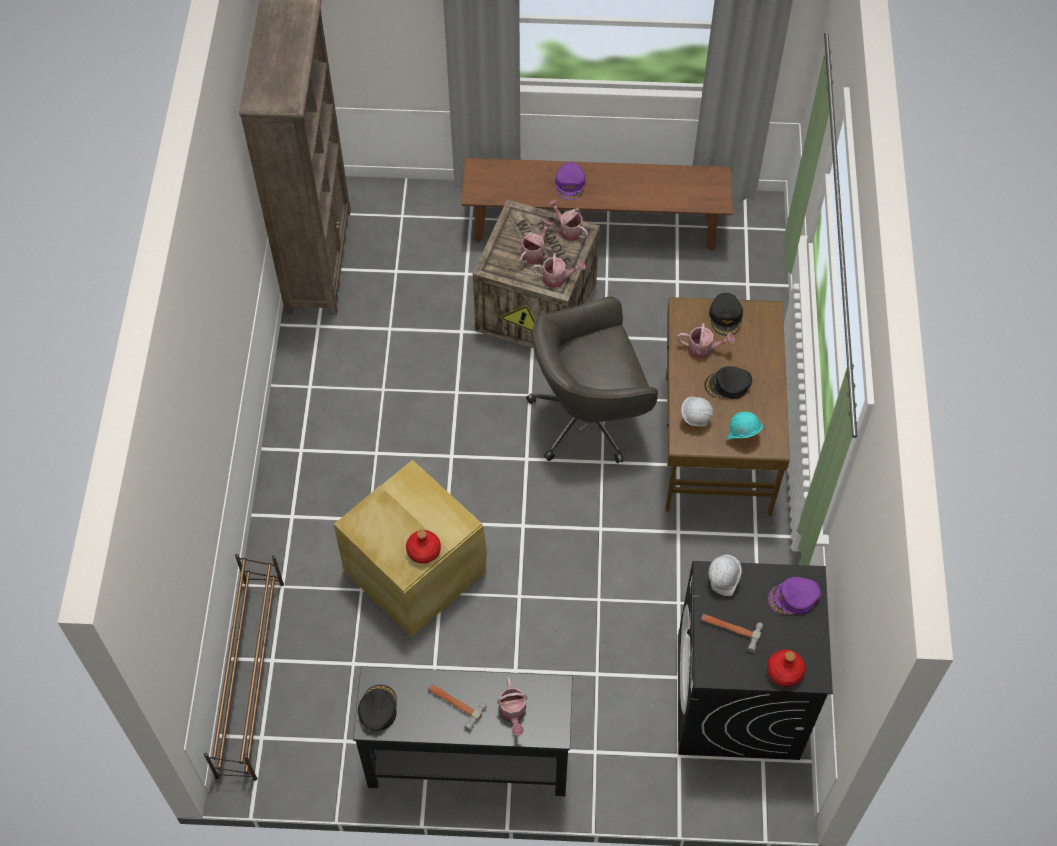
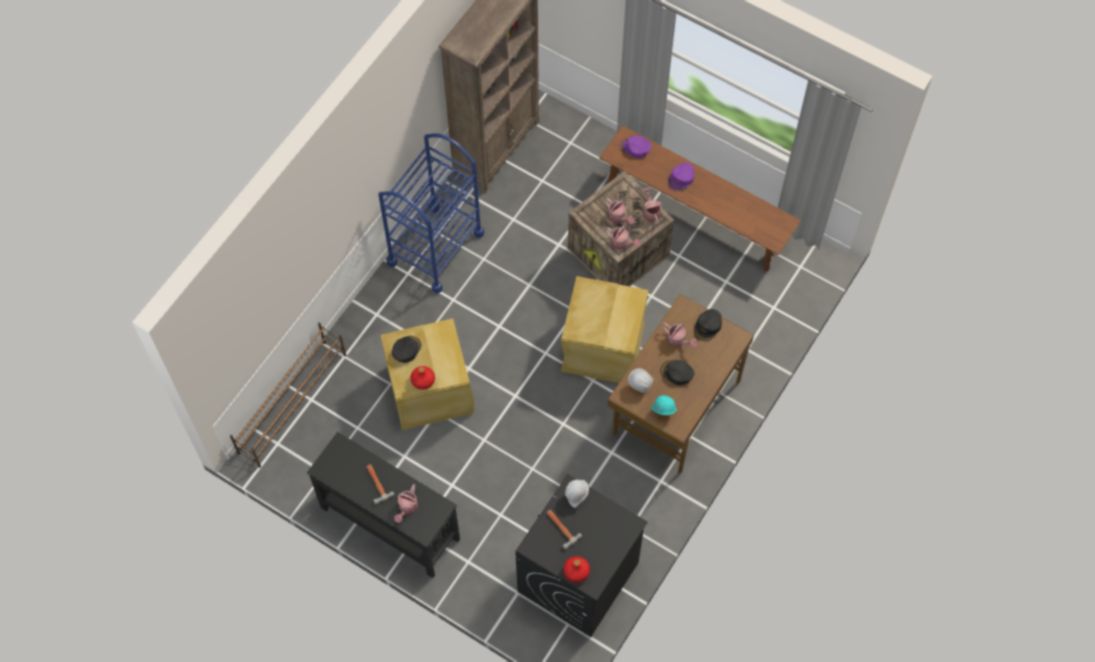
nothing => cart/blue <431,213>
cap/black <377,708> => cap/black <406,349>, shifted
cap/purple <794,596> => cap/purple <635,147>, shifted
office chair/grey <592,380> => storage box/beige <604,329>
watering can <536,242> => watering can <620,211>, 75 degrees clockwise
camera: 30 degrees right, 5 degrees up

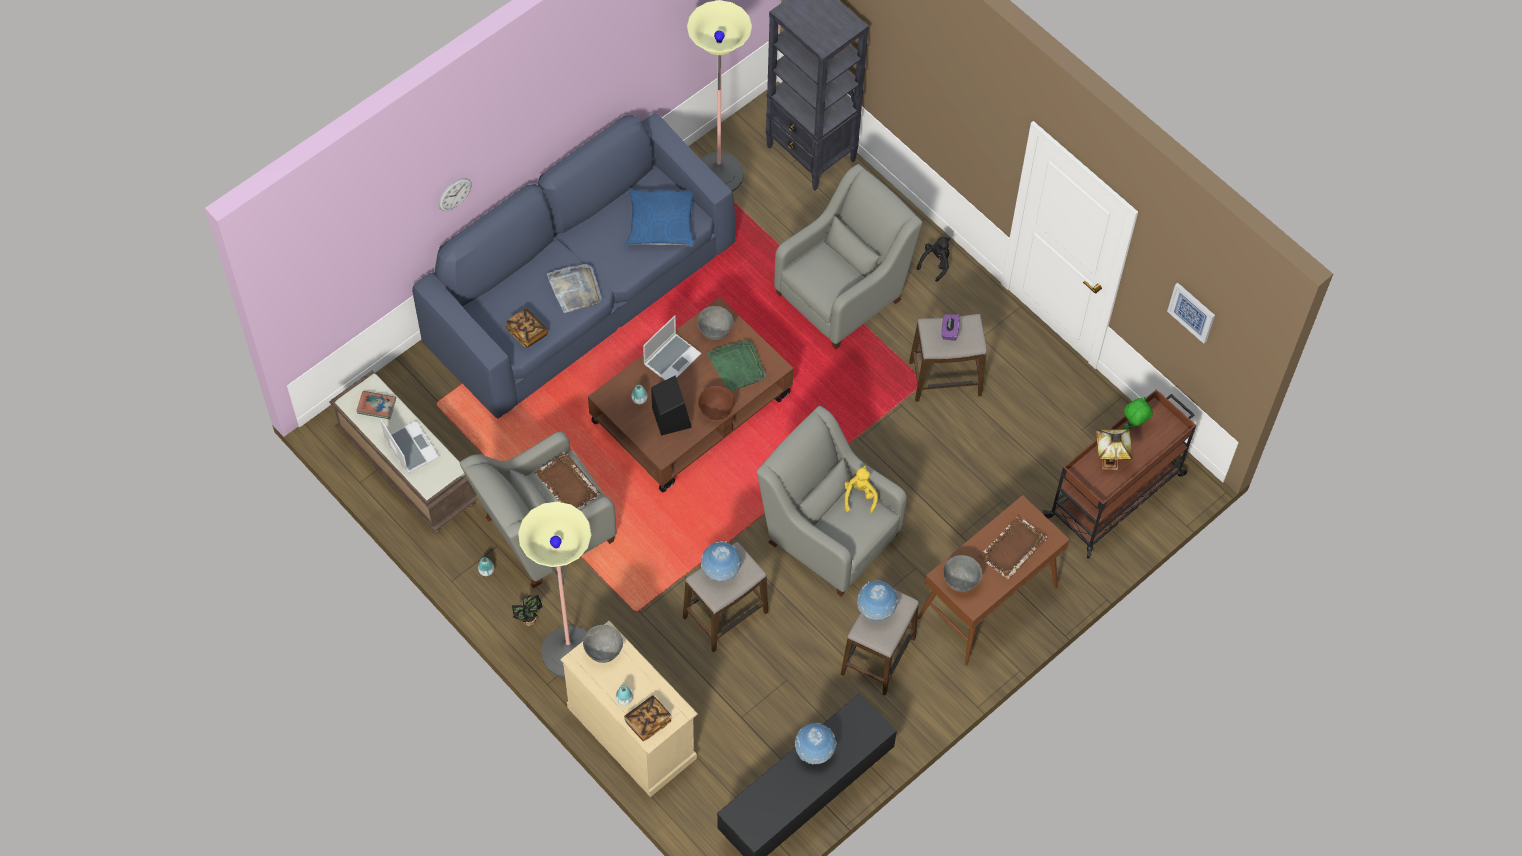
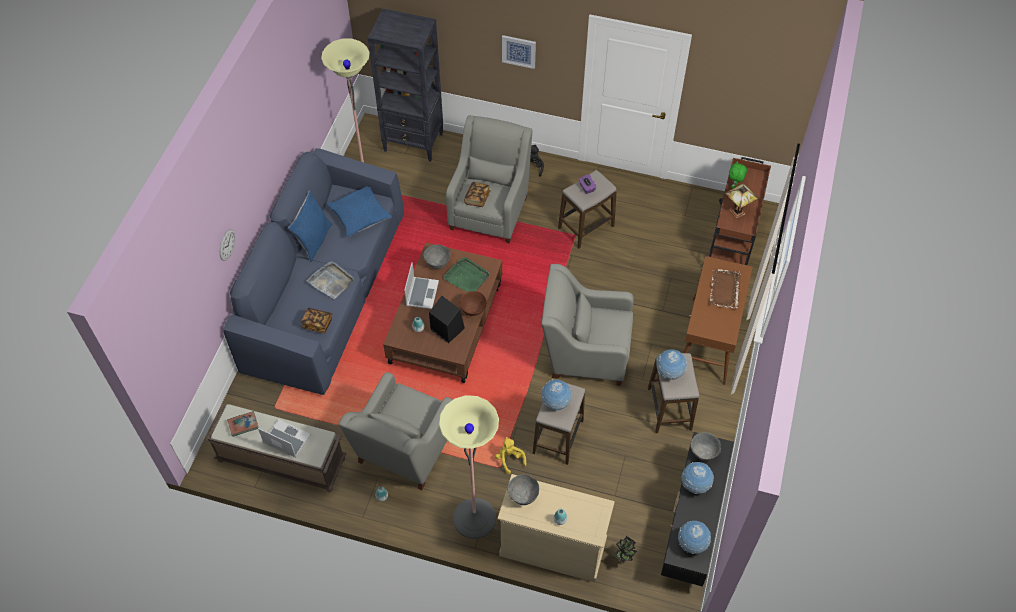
tray/brown <568,480> => nothing
nothing => pillow/blue <310,226>
nothing => globe <694,537>
potted plant <527,610> => potted plant <625,549>, shifted
book <647,718> => book <477,194>, shifted
plush toy/yellow <861,490> => plush toy/yellow <510,455>, shifted
bowl/grey <962,573> => bowl/grey <706,446>, shifted
picture <1191,313> => picture <519,52>, shifted
camera: 30 degrees left, 5 degrees down

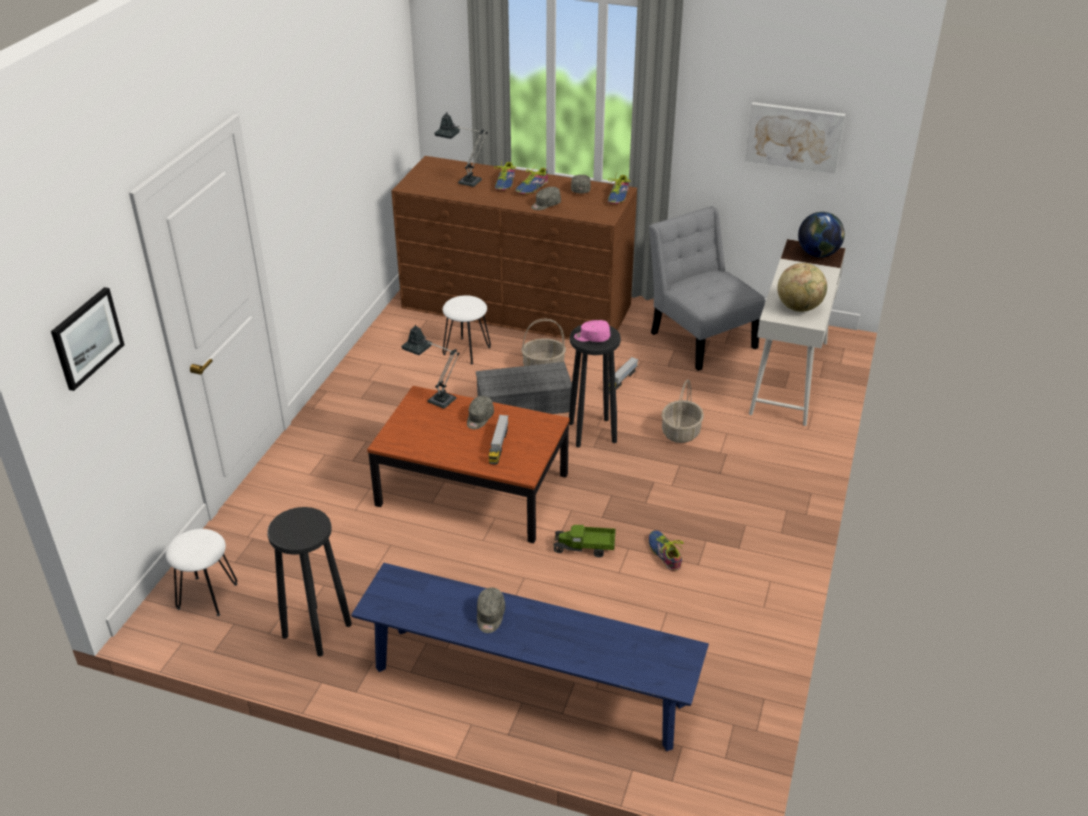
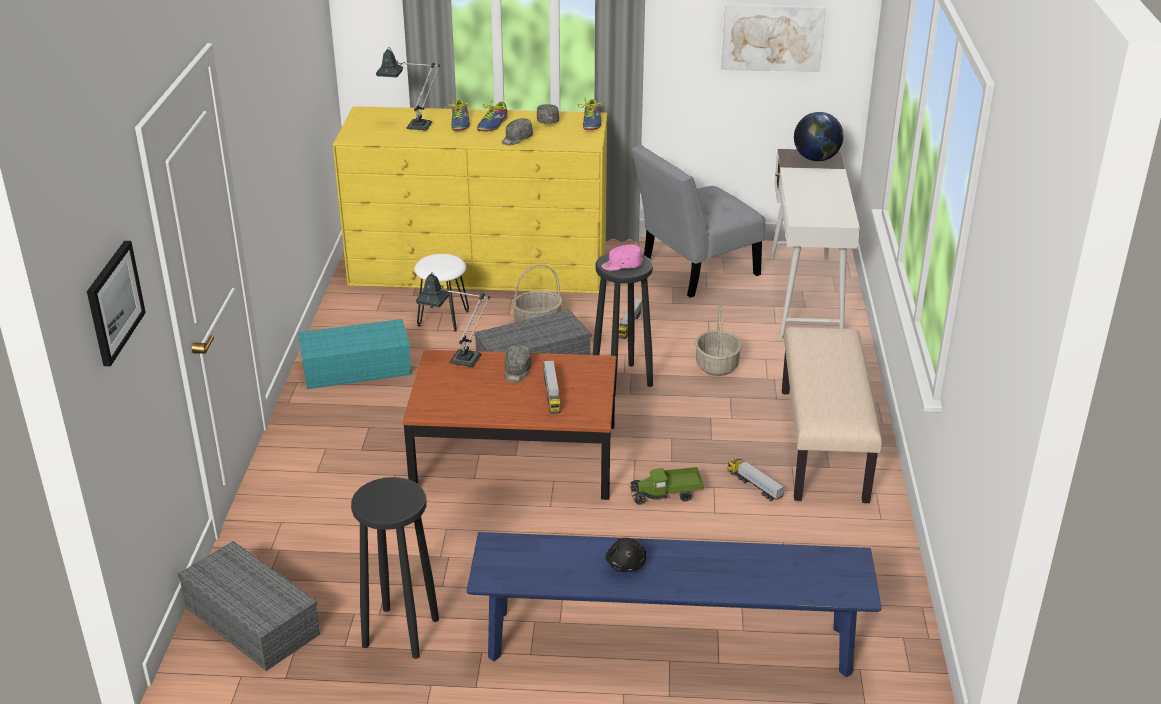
globe <802,287> => nothing
nothing => storage box/turquoise <354,354>
nothing => bench/beige <832,415>
stool/white <202,572> => storage box/grey <249,606>
cap/grey <491,610> => plush toy/black <625,555>
shoe <666,550> => toy truck <756,479>
dresser/brown <514,248> => dresser/yellow <470,199>
chair/grey <707,288> => chair/grey <698,221>, 75 degrees counterclockwise
camera: 15 degrees left, 5 degrees down

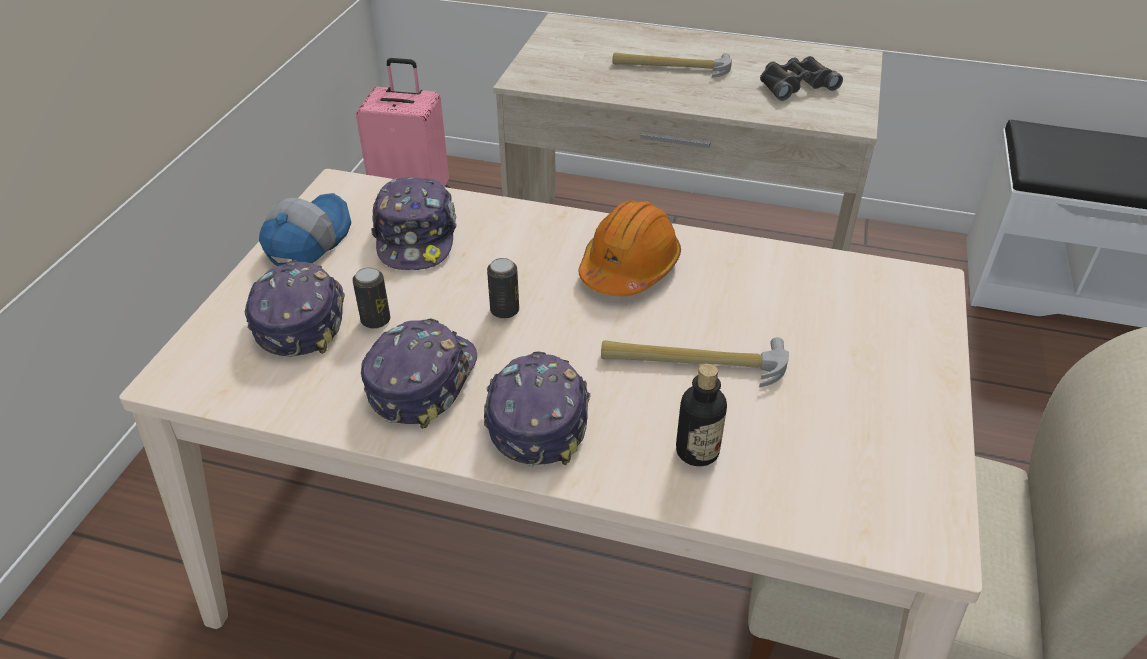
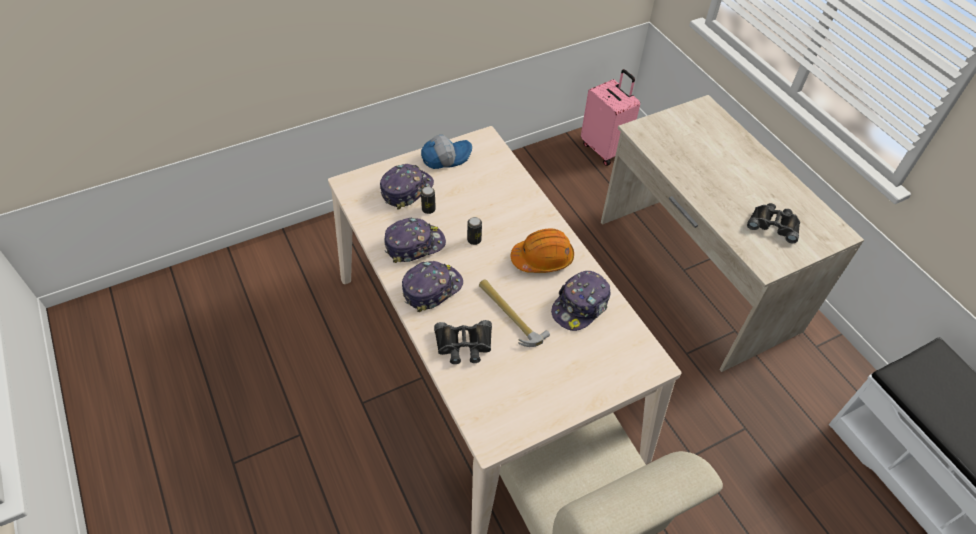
hammer <672,65> => nothing
cap <413,223> => cap <581,301>, shifted
bottle <701,414> => binoculars/black <463,342>
camera: 45 degrees right, 10 degrees up

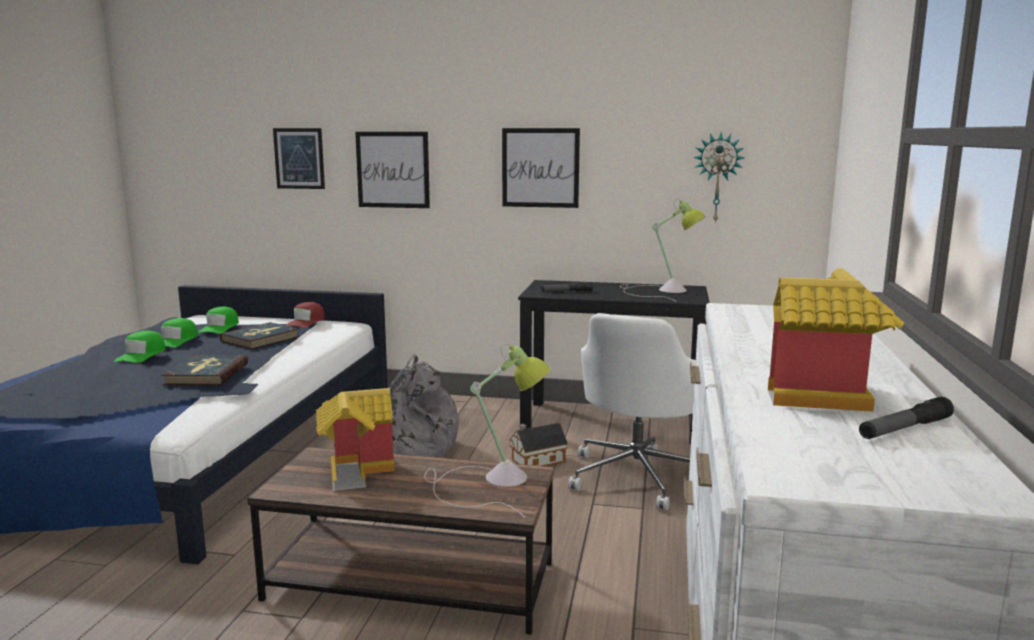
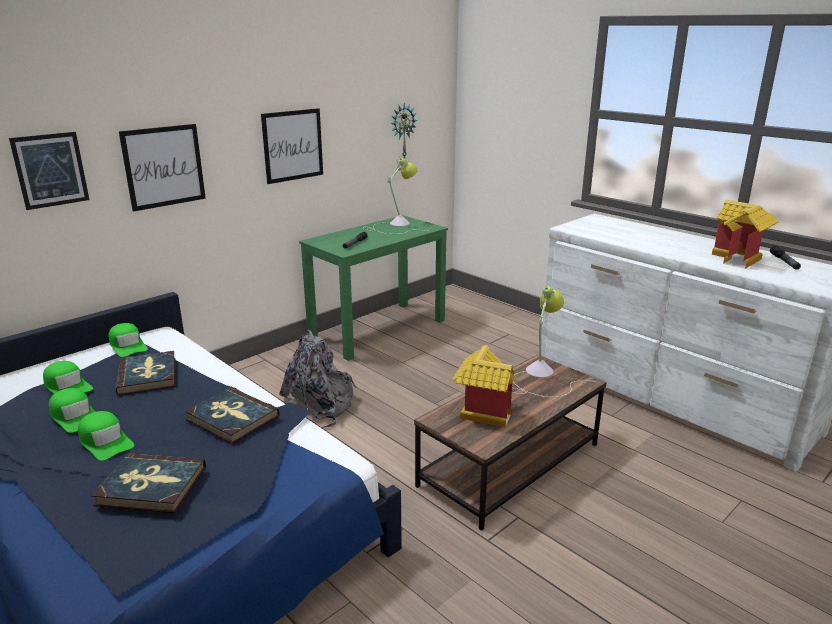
toy house <538,444> => nothing
office chair/white <632,412> => nothing
nothing => book <148,483>
cap/red <305,315> => cap/green <128,340>
desk/black <614,362> => desk/green <373,288>
camera: 55 degrees left, 10 degrees up

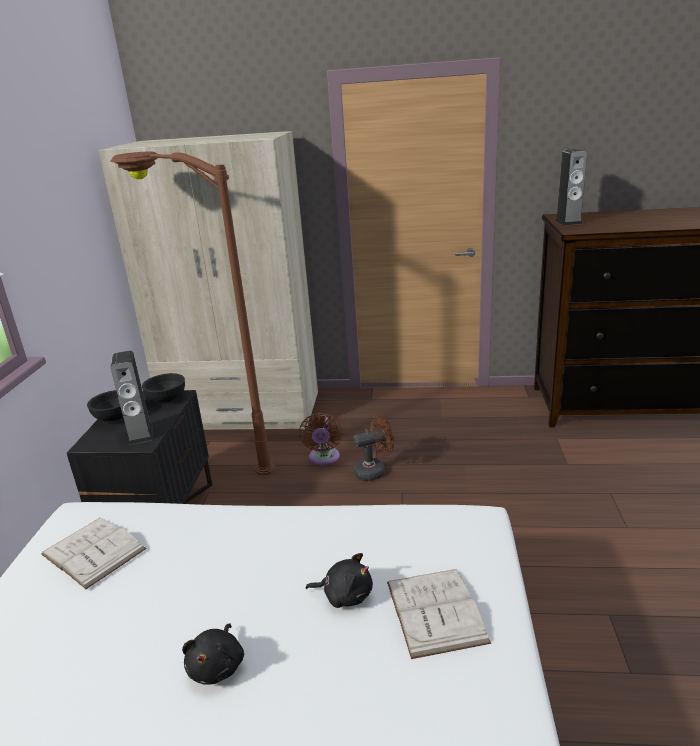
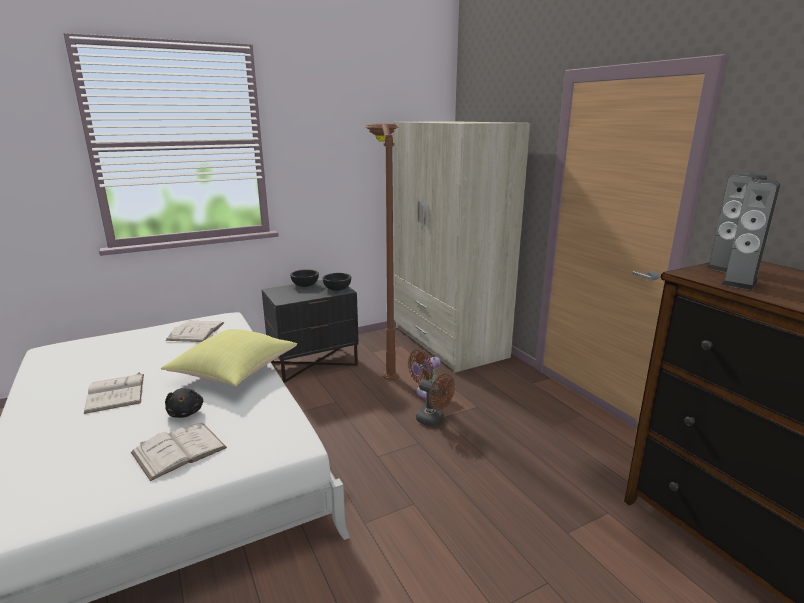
nothing => pillow/yellow <229,358>
speaker <131,398> => speaker <751,234>, shifted
plush toy/black <213,654> => book/white <114,393>
camera: 55 degrees right, 5 degrees down

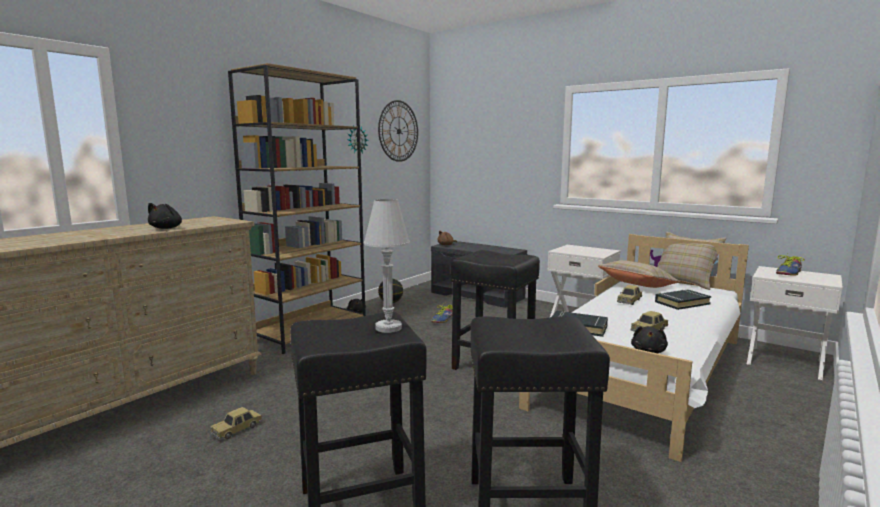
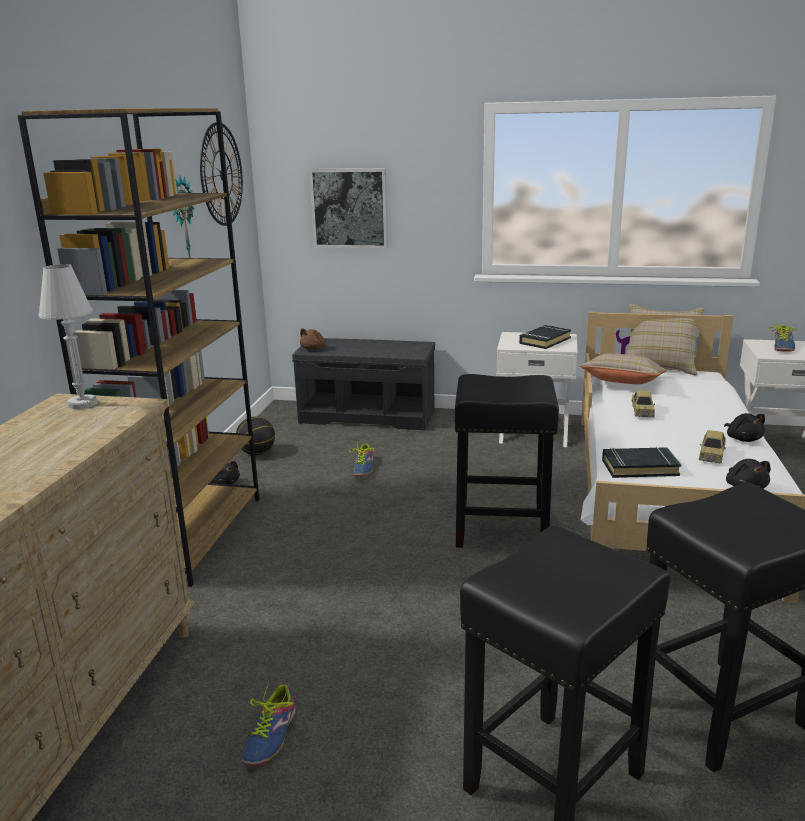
nothing => picture <348,208>
plush toy/black <165,216> => plush toy/black <744,427>, shifted
table lamp/white <387,266> => table lamp/white <68,336>, shifted
book/black <683,300> => book/black <545,337>, shifted
toy car <236,423> => shoe <269,725>
camera: 25 degrees left, 10 degrees up

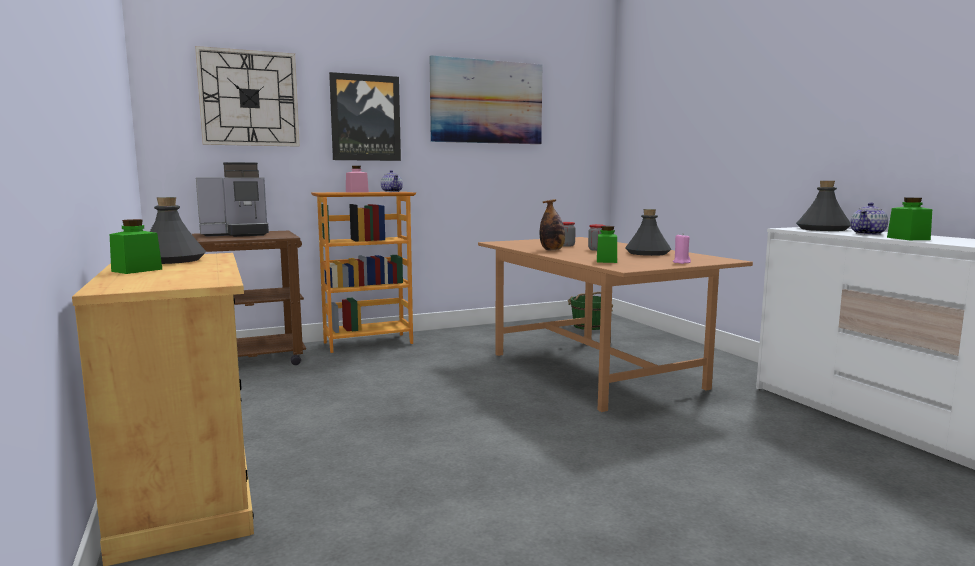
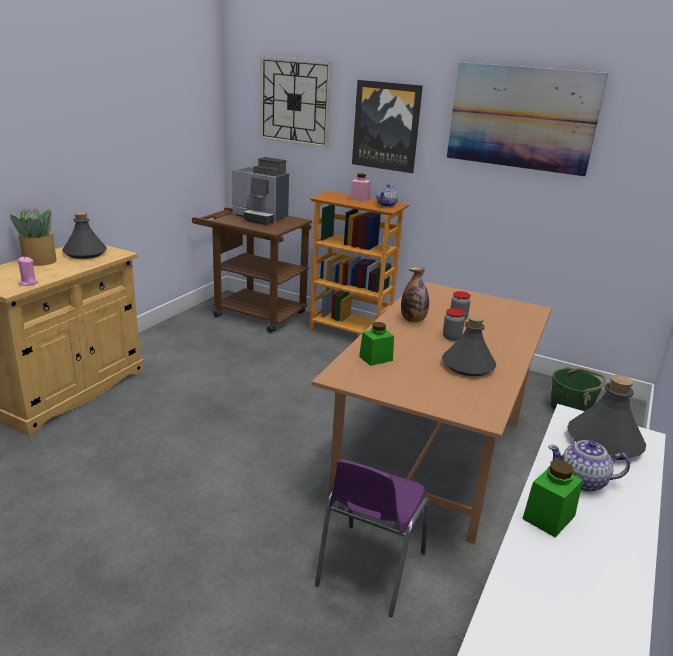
nothing => chair/purple <372,538>
candle/pink <682,249> => candle/pink <28,271>, shifted
jar/green <136,246> => potted plant <33,237>
camera: 50 degrees right, 15 degrees up

